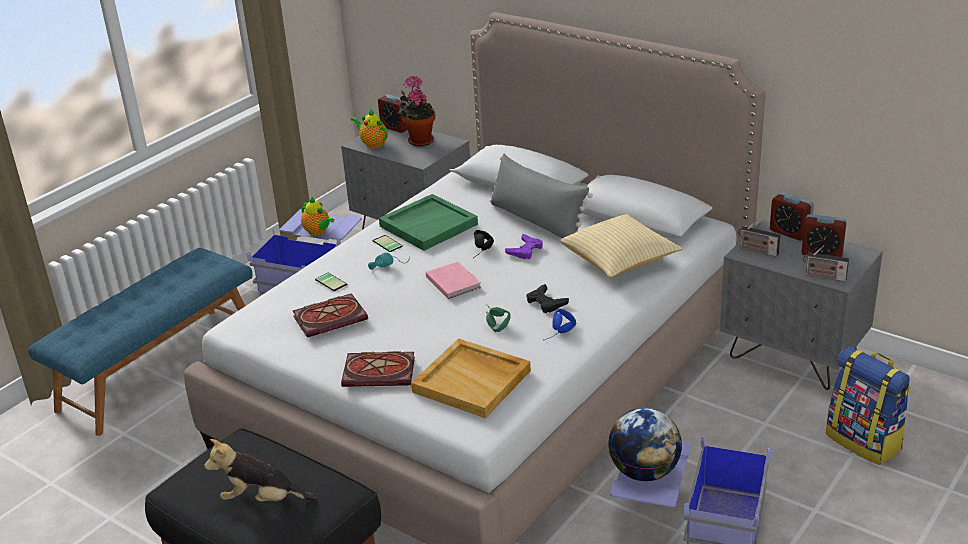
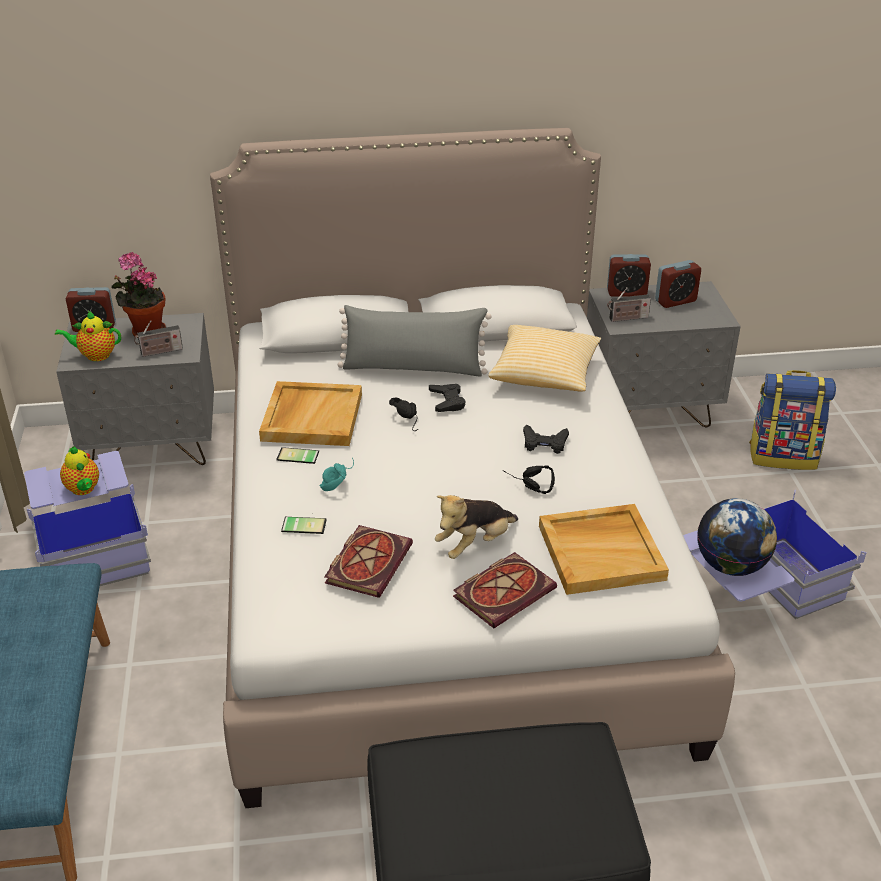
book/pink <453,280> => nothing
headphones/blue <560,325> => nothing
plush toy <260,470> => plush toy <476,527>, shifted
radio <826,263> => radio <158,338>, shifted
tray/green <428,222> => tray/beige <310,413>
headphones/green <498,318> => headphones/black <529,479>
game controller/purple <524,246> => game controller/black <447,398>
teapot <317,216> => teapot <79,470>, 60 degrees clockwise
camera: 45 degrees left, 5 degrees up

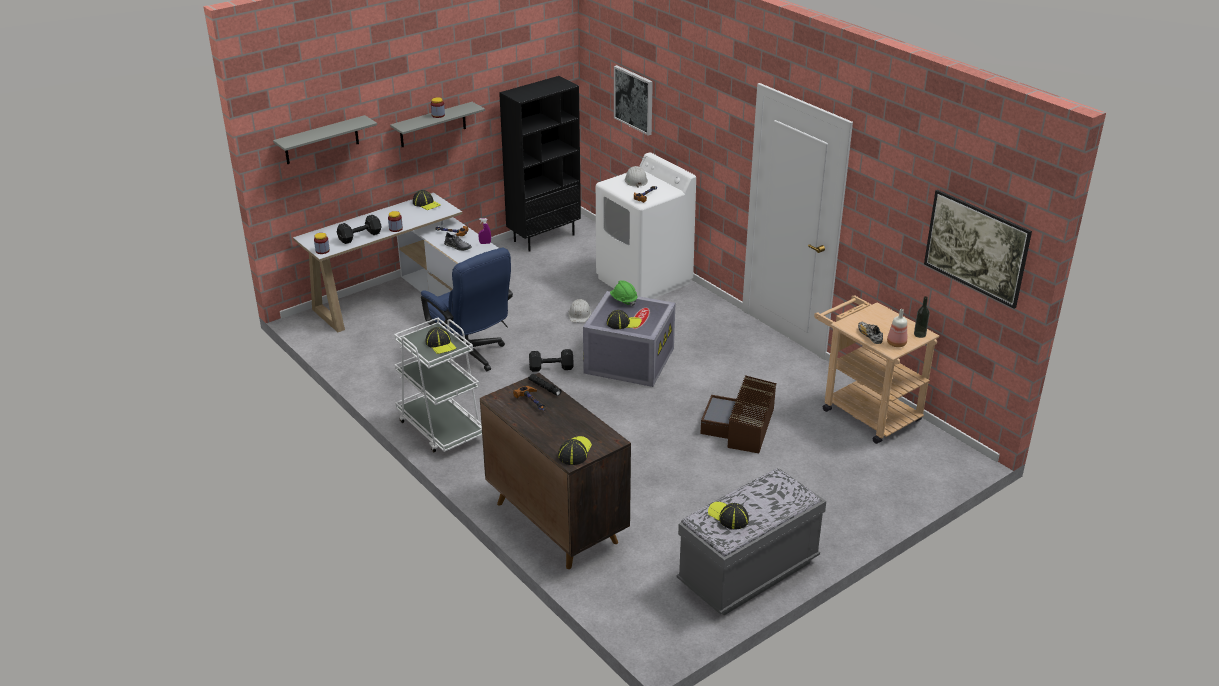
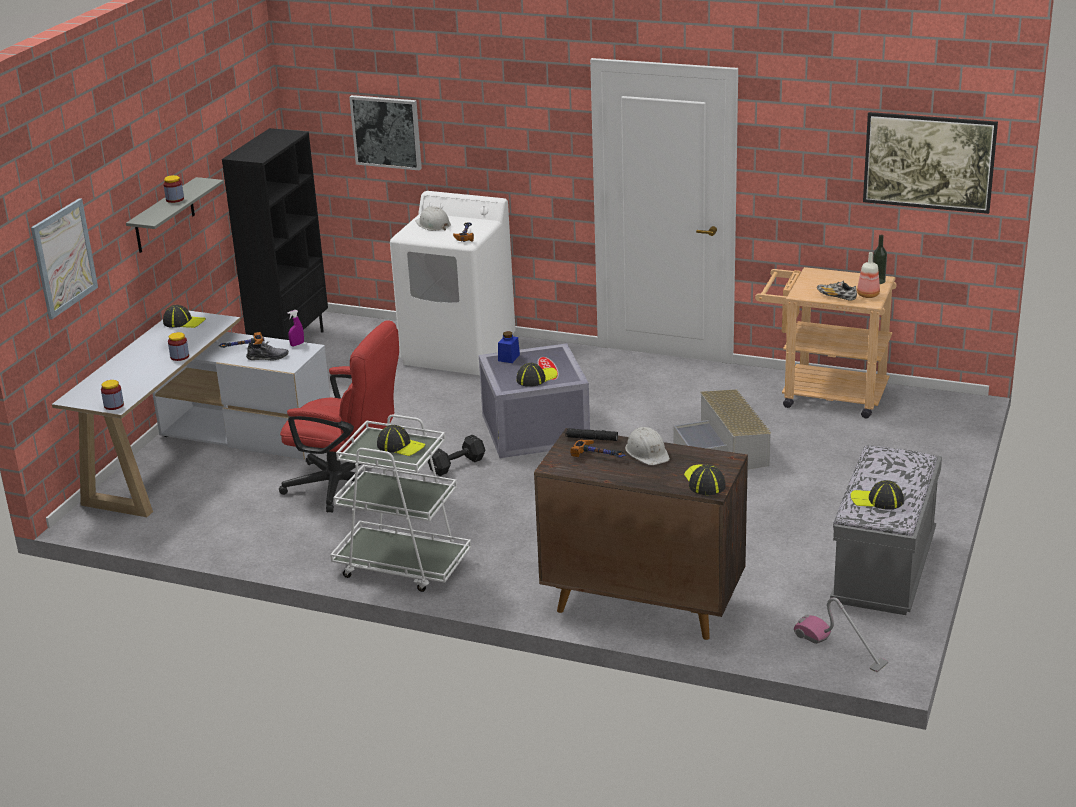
dumbbell/black <359,229> => nothing
nothing => vacuum cleaner <841,634>
hard hat/white <579,311> => hard hat/white <647,446>, shifted
shelf/grey <325,139> => picture <64,258>
hard hat/green <623,293> => jar/blue <509,347>
office chair/blue <467,309> => office chair/red <339,416>
storage box/brown <738,414> => storage box/grey <722,429>
camera: 30 degrees left, 5 degrees down

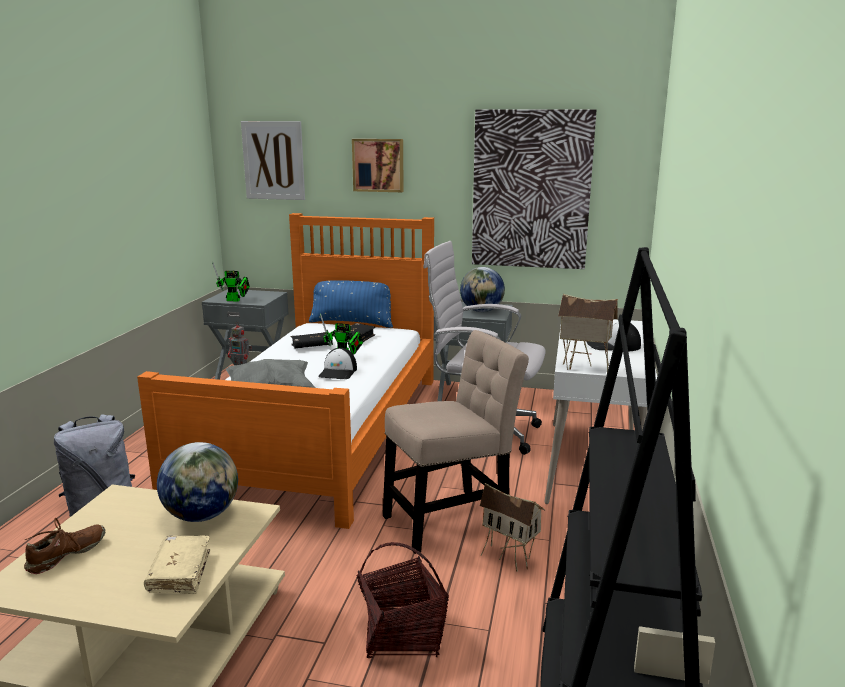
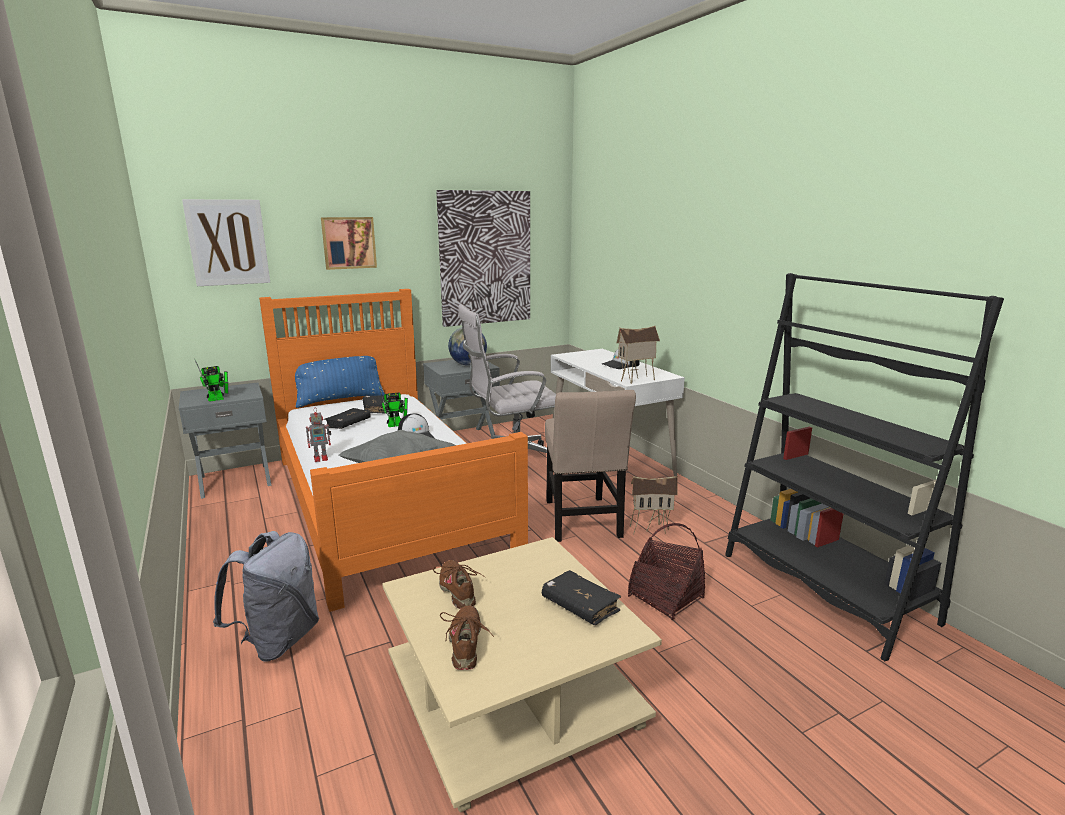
globe <197,482> => nothing
nothing => shoe/brown <459,584>
book/beige <177,564> => book/black <581,597>
chair/beige <456,442> => chair/beige <590,466>, 150 degrees clockwise
camera: 40 degrees left, 0 degrees up

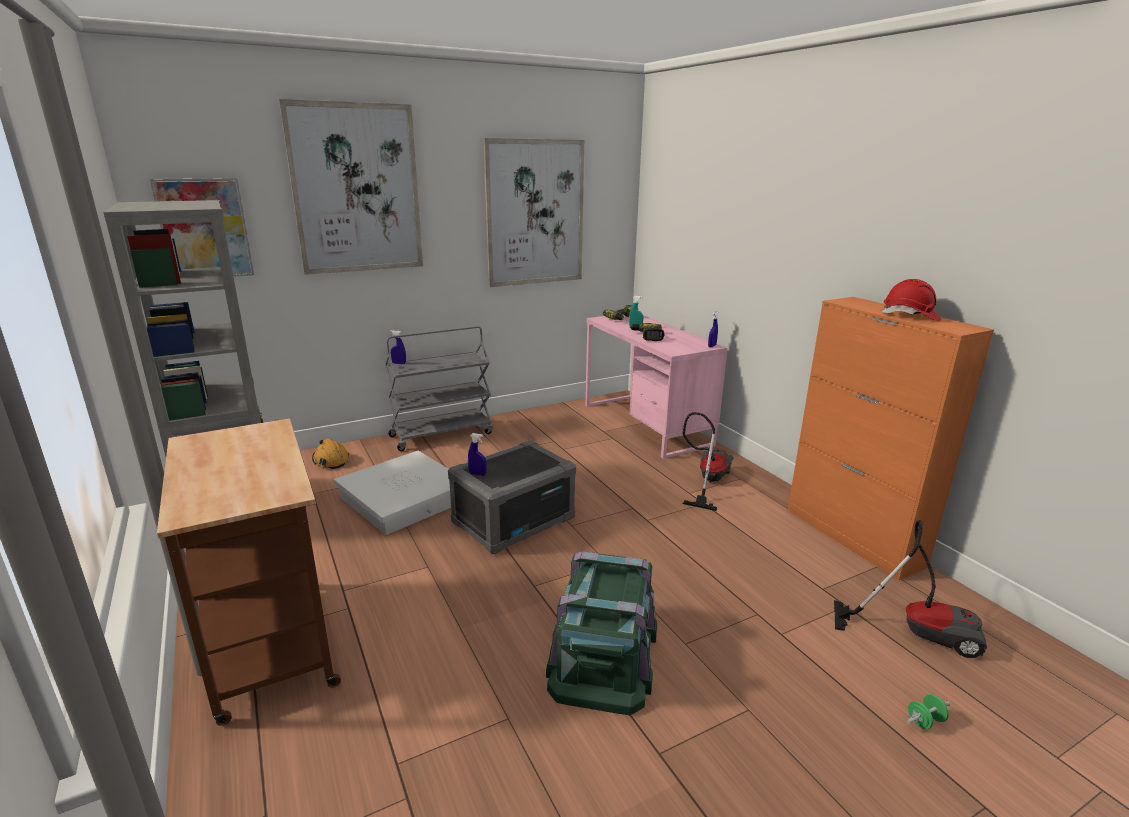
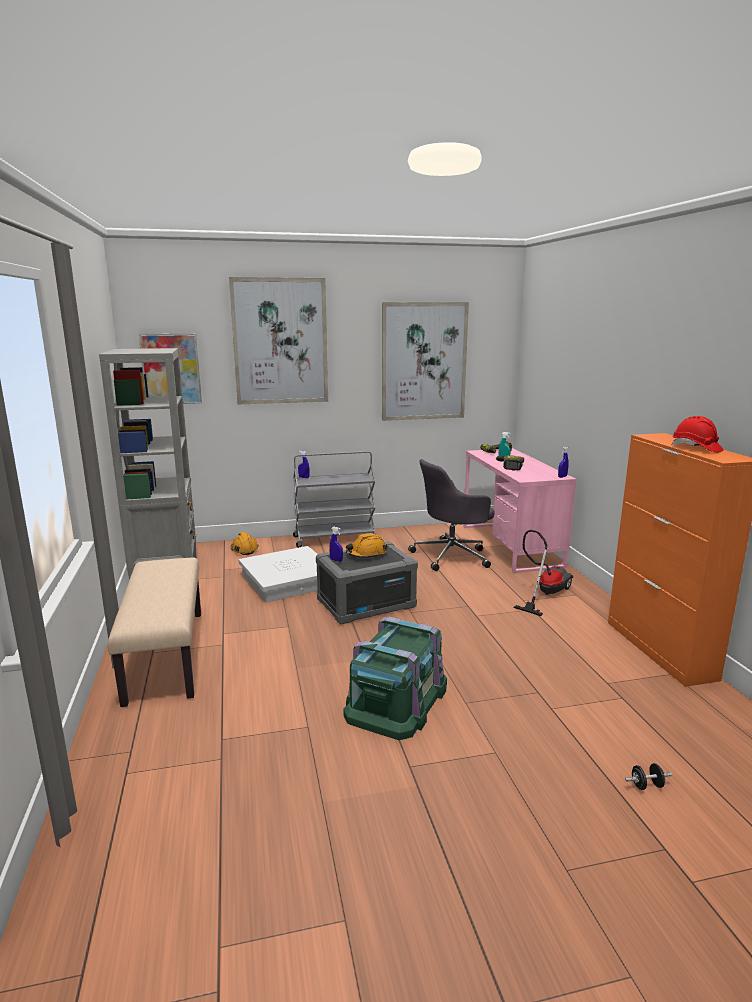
vacuum cleaner <910,589> => nothing
nothing => hard hat/orange <367,545>
nothing => office chair/grey <451,515>
cart/brown <249,572> => bench/beige <154,632>
dumbbell/green <928,711> => dumbbell/black <648,776>
camera: 15 degrees right, 5 degrees down

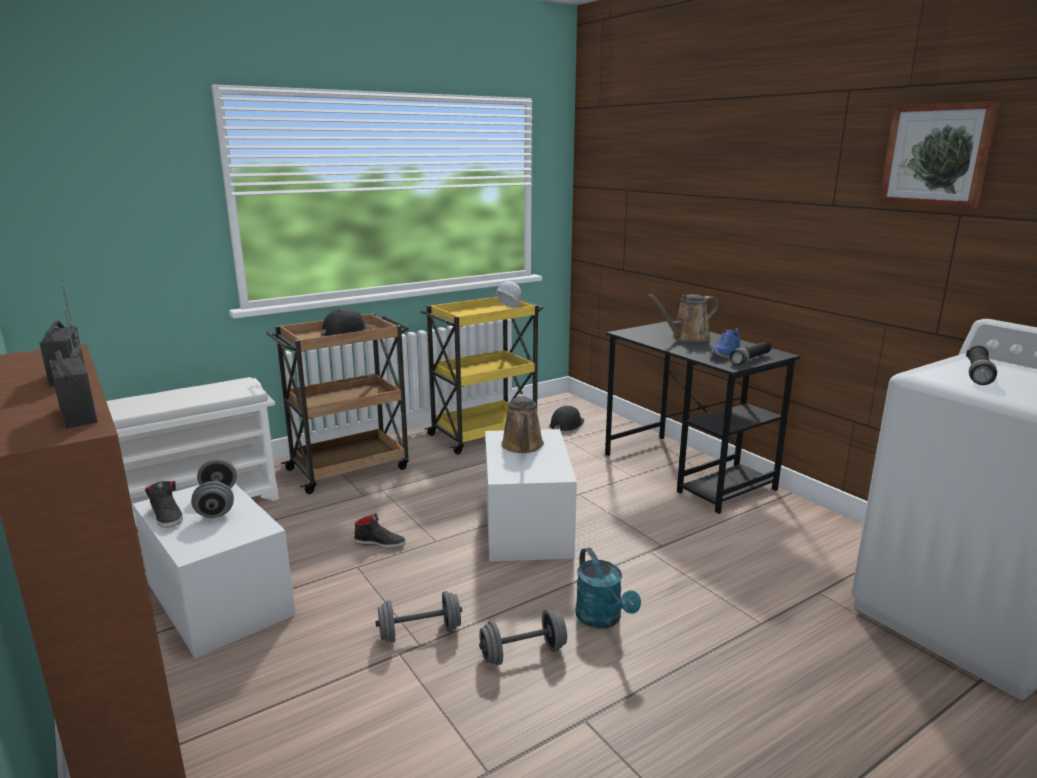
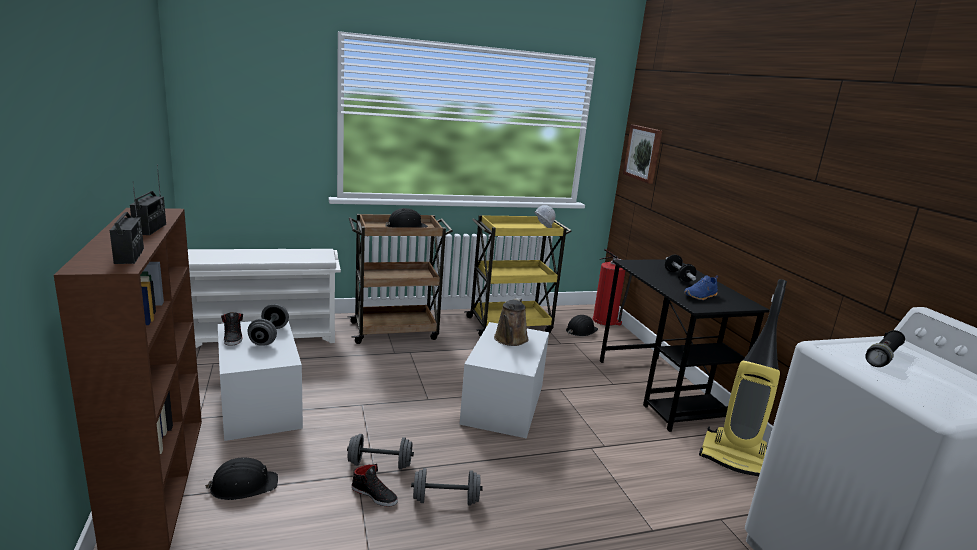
watering can/turquoise <608,588> => nothing
flashlight/black <750,352> => nothing
nothing => hard hat/black <241,478>
nothing => fire extinguisher <612,287>
nothing => vacuum cleaner <743,377>
shoe/black <380,530> => shoe/black <374,485>, shifted
picture <939,154> => picture <642,154>, shifted
watering can/brown <683,318> => dumbbell <680,268>
camera: 15 degrees right, 0 degrees up

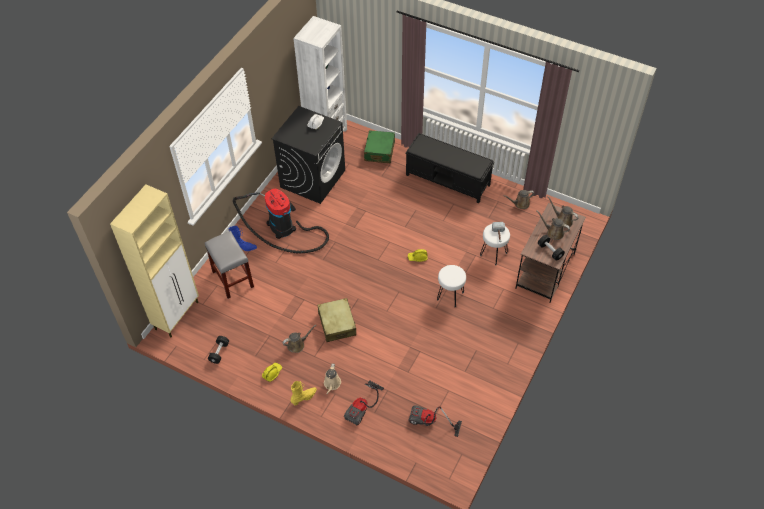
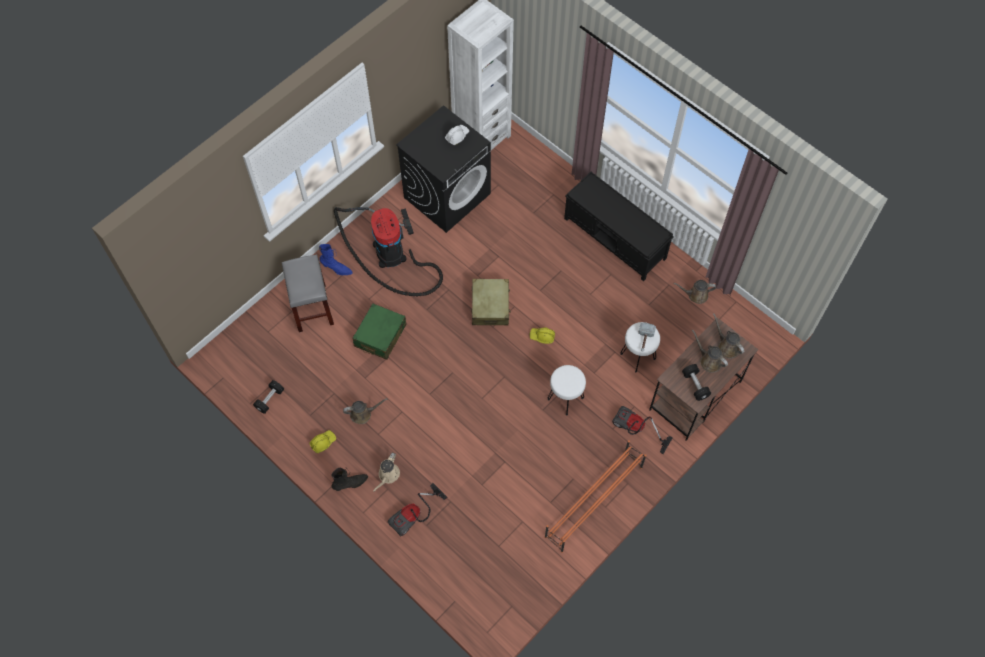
cabinet/beige <154,261> => nothing
nothing => shoe rack/orange <595,496>
suitcase/beige <337,320> => suitcase/beige <491,302>, shifted
suitcase/green <379,146> => suitcase/green <379,331>, shifted
vacuum cleaner <435,421> => vacuum cleaner <642,430>, shifted
boot/yellow <304,393> => boot/black <350,479>
camera: 15 degrees right, 10 degrees up

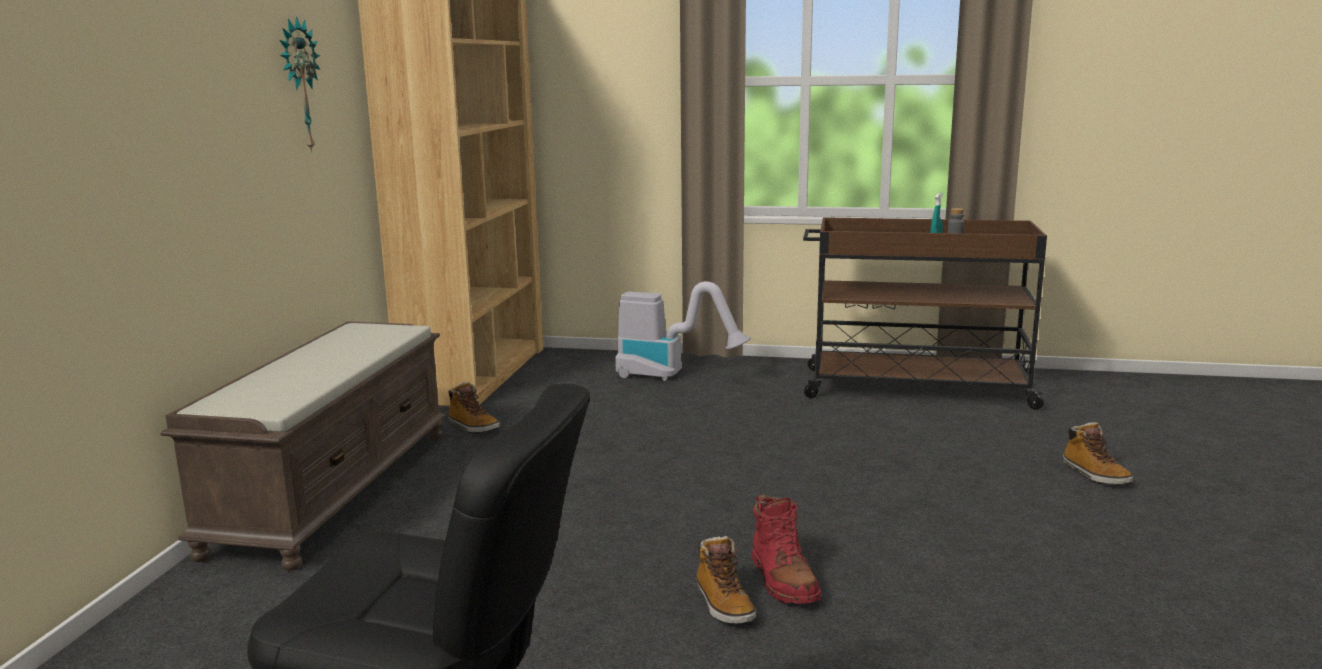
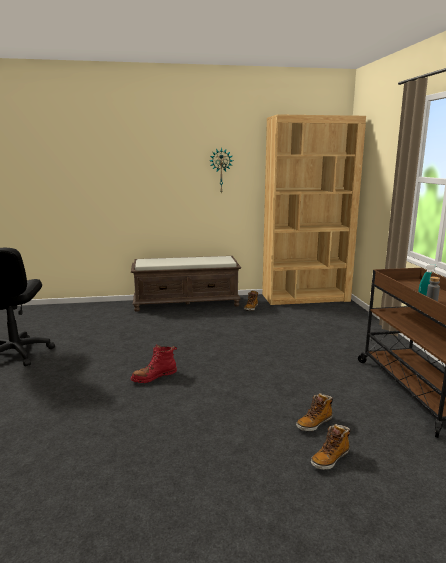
vacuum cleaner <683,331> => nothing
boot <726,580> => boot <314,412>, shifted
camera: 70 degrees right, 0 degrees up

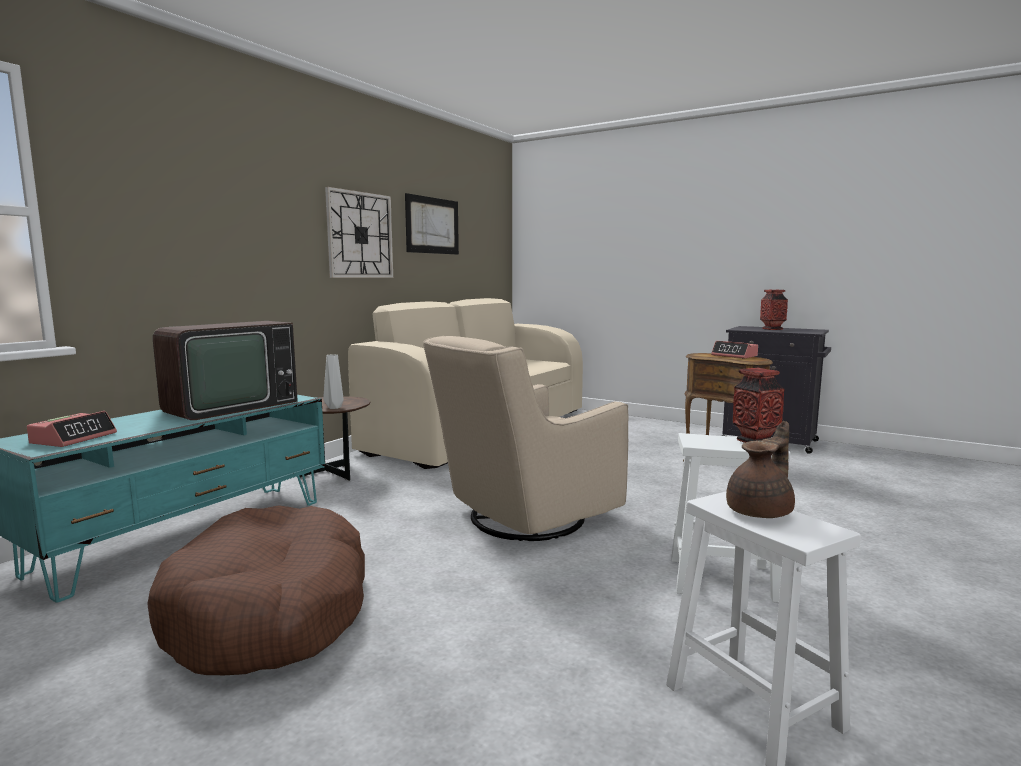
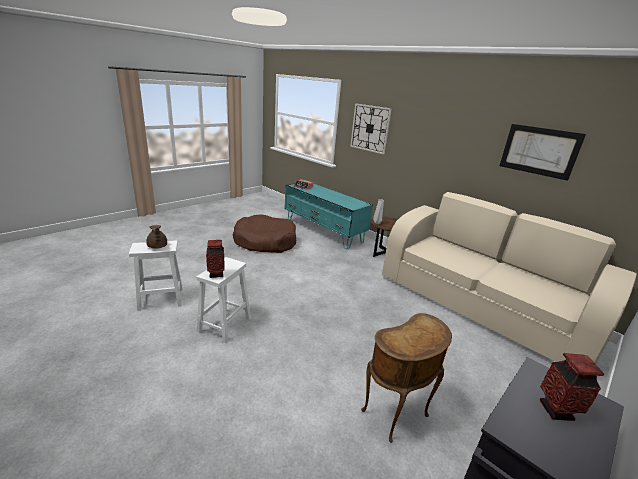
television <225,370> => nothing
armchair/beige <526,438> => nothing
alarm clock <734,349> => nothing
wall clock <359,232> => wall clock <371,129>, shifted
camera: 100 degrees right, 15 degrees up

